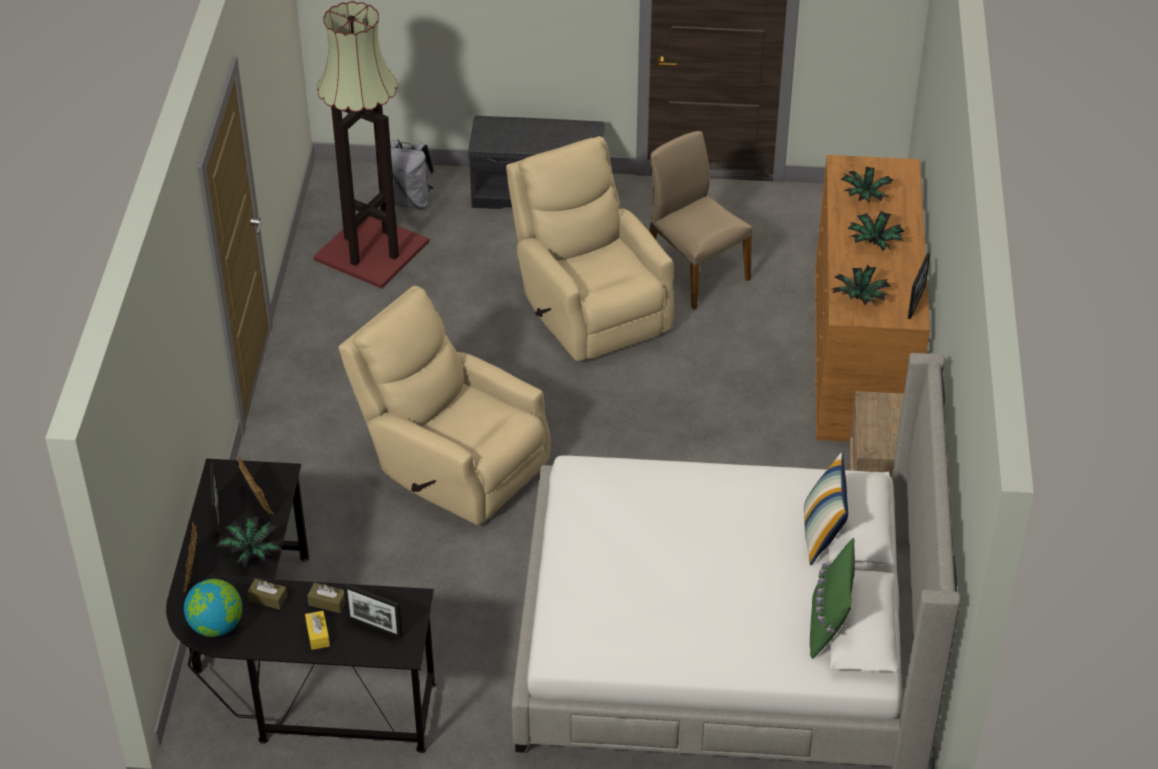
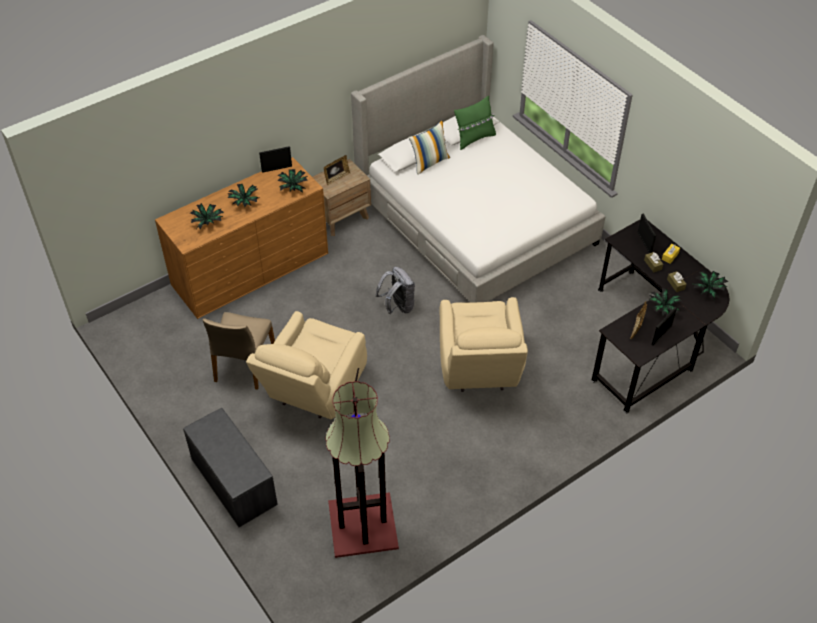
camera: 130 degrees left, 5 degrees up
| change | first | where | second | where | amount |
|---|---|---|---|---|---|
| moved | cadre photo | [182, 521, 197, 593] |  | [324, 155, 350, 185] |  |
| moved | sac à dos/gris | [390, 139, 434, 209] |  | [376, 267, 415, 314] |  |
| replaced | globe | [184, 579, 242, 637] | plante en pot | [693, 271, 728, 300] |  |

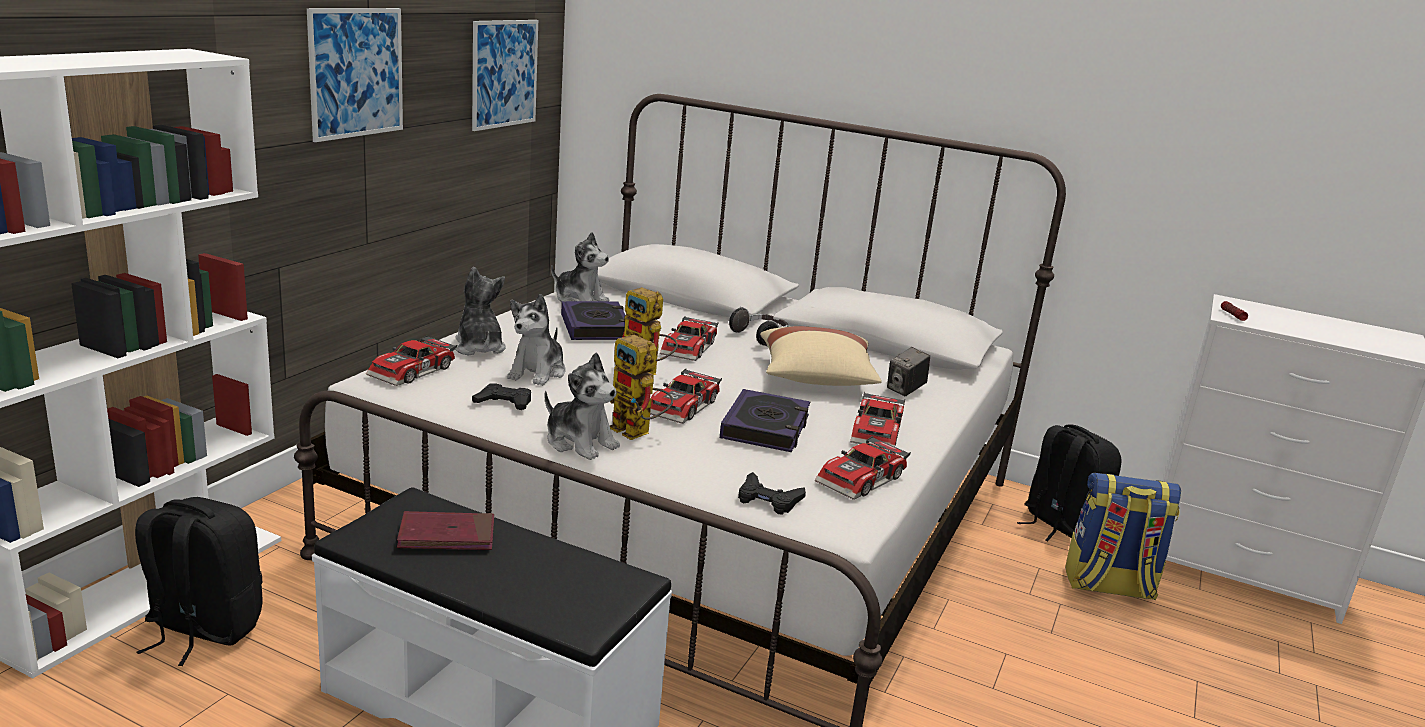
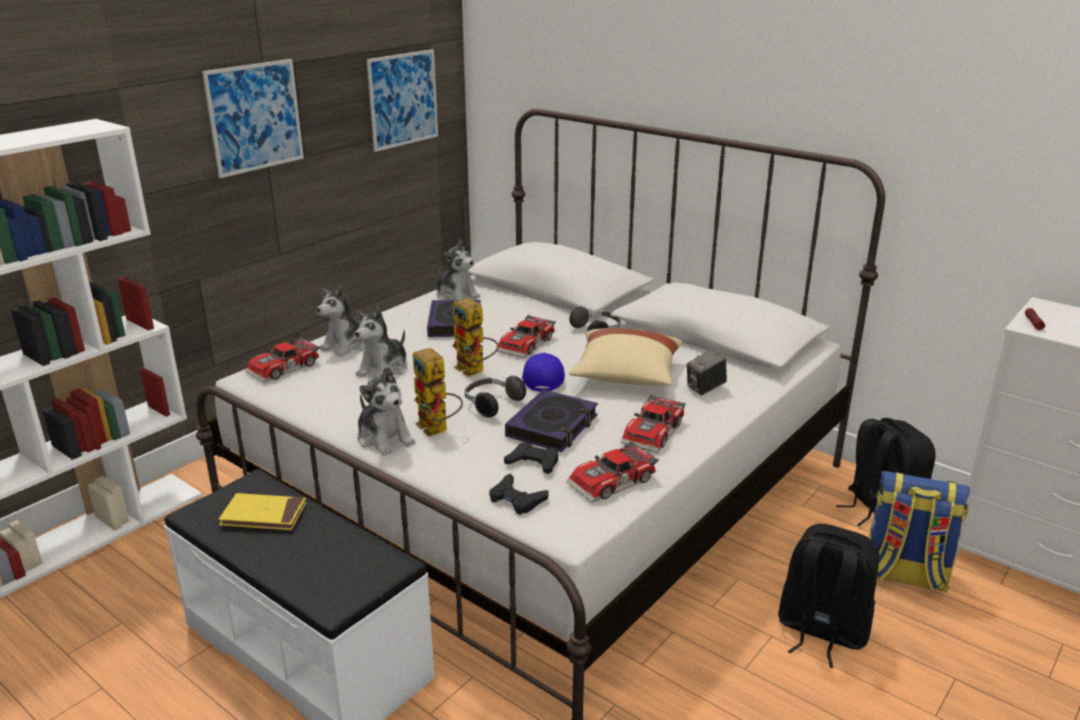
camera: 15 degrees right, 5 degrees up
| change | first | where | second | where | amount |
|---|---|---|---|---|---|
| recoloured | livre/rouge | [397, 511, 494, 550] | livre/jaune | [219, 493, 306, 530] |  |
| turned | peluche | [454, 267, 506, 356] |  | [316, 285, 371, 357] | 135 degrees counterclockwise |
| replaced | petite voiture | [650, 368, 722, 424] | casque audio | [465, 375, 526, 418] |  |
| moved | manette/noir | [472, 383, 531, 410] |  | [504, 442, 558, 474] |  |
| added |  |  | casquette/bleu | [522, 353, 565, 392] |  |
| moved | sac à dos/noir | [135, 497, 262, 666] |  | [778, 524, 879, 668] |  |

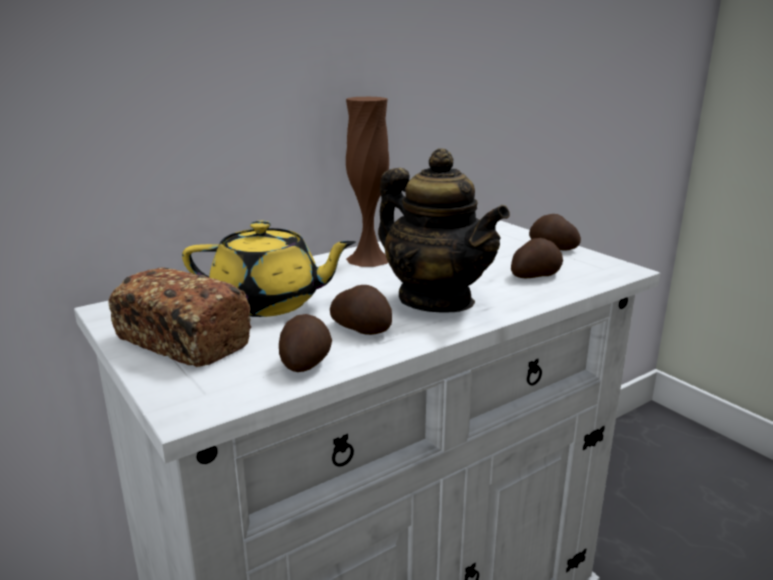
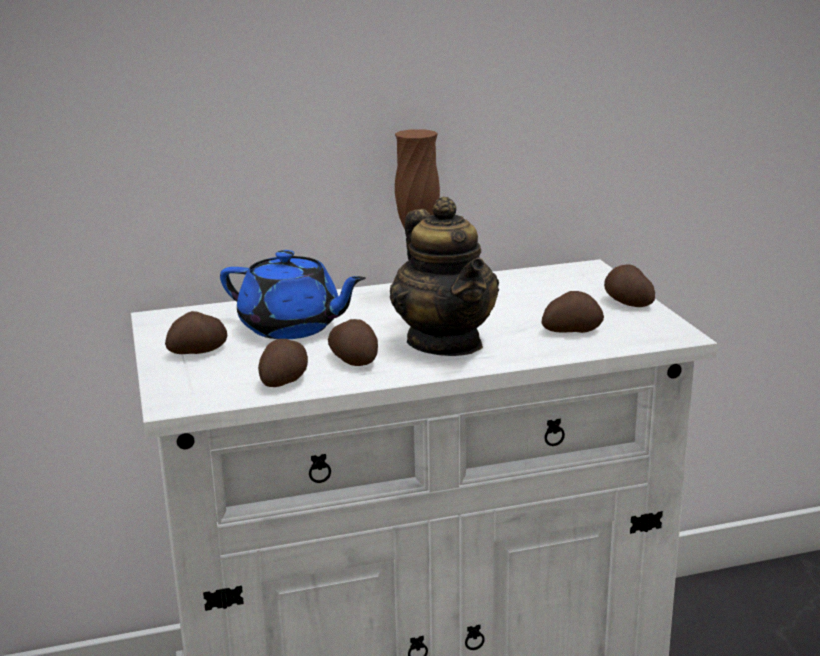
camera: 20 degrees right, 0 degrees up
| change | first | where | second | where | amount |
|---|---|---|---|---|---|
| replaced | pain | [109, 267, 251, 367] | pomme de terre | [165, 311, 227, 354] |  |
| recoloured | théière/jaune | [182, 221, 356, 317] | théière/bleu | [220, 250, 366, 339] |  |

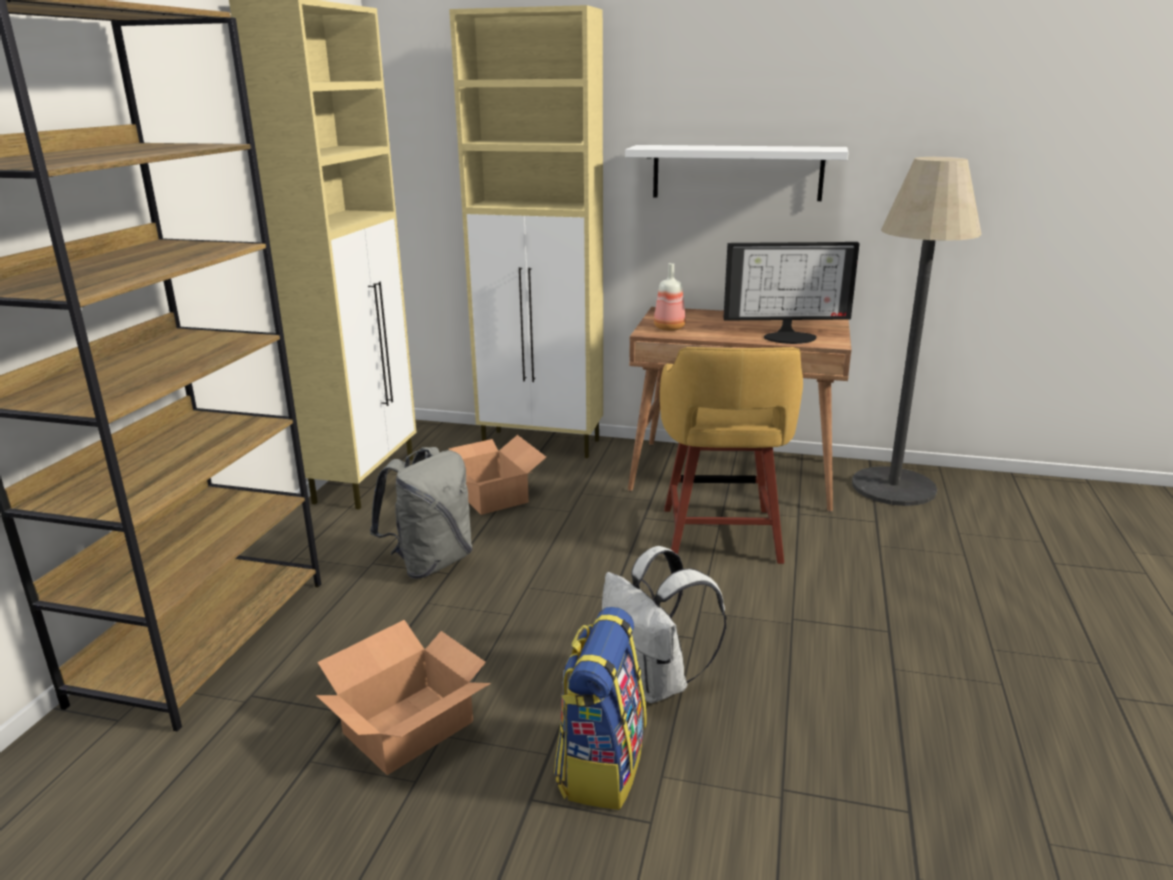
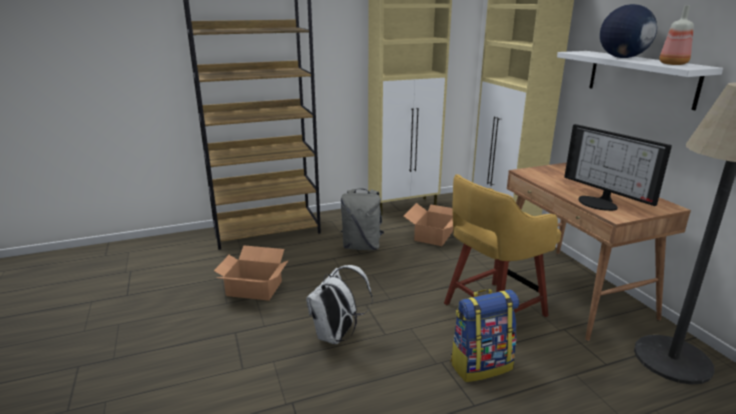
camera: 55 degrees right, 0 degrees up
| change | first | where | second | where | amount |
|---|---|---|---|---|---|
| moved | sac à dos | [554, 607, 647, 810] |  | [450, 289, 519, 382] |  |
| added |  |  | globe | [600, 4, 657, 58] |  |
| moved | bouteille | [654, 263, 686, 331] |  | [659, 5, 694, 65] |  |

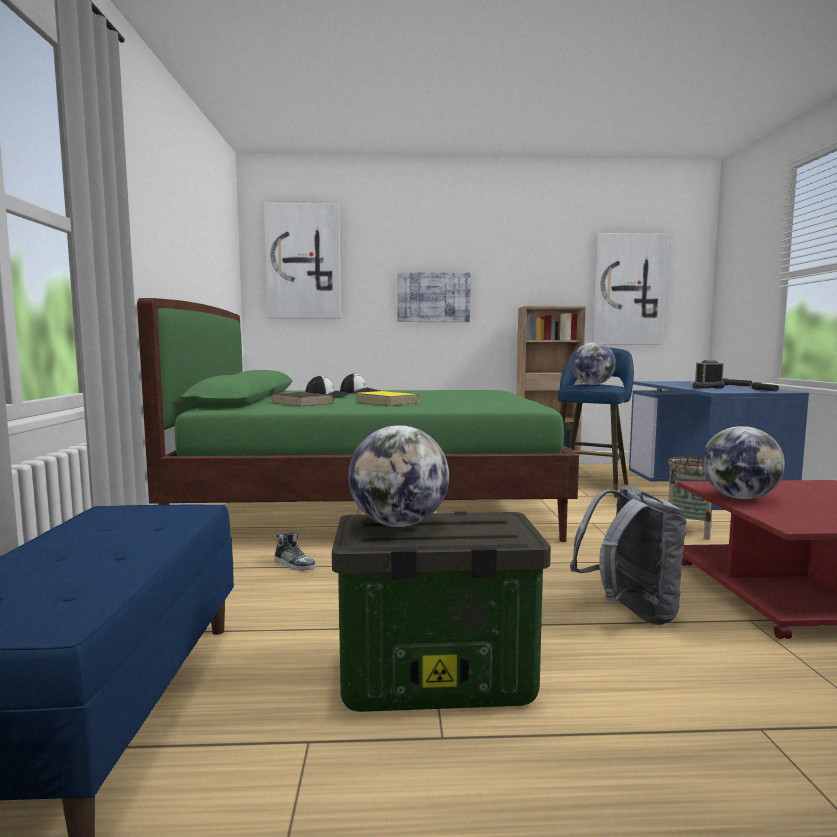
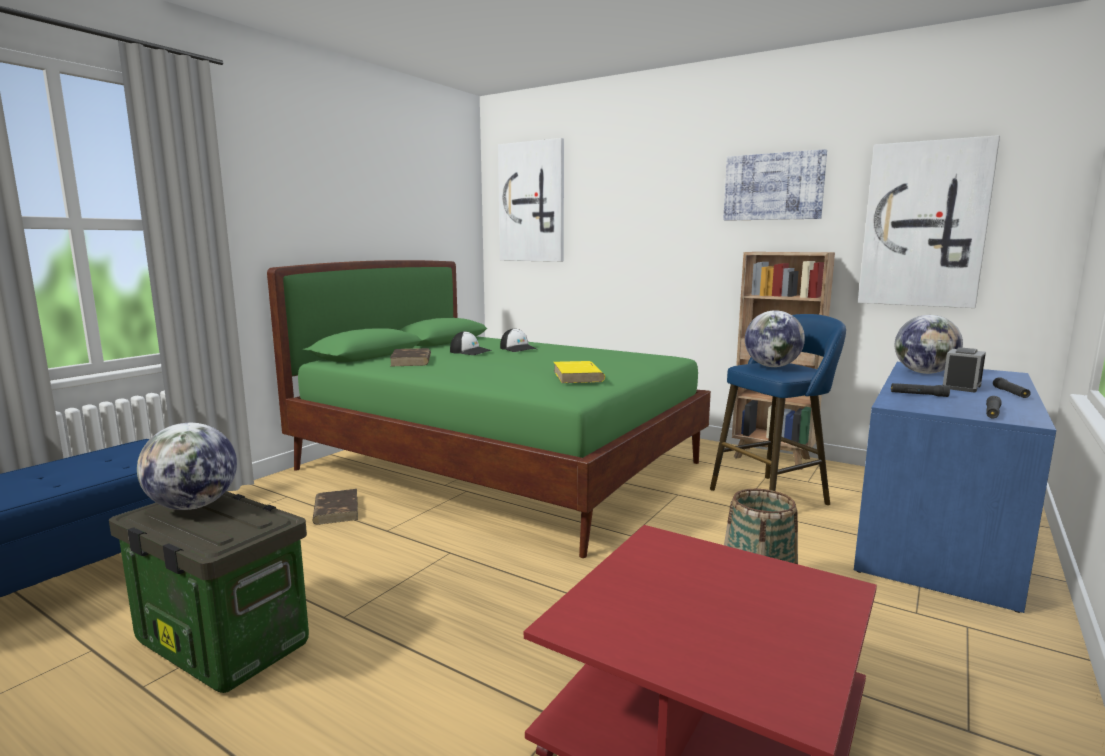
camera: 35 degrees right, 5 degrees up
| change | first | where | second | where | amount |
|---|---|---|---|---|---|
| replaced | chaussure | [275, 532, 316, 571] | livre/marron | [312, 489, 358, 525] |  |
| moved | livre/jaune | [356, 391, 420, 406] |  | [554, 361, 605, 383] |  |
| moved | tableau | [397, 272, 471, 322] |  | [723, 149, 827, 221] |  |
| moved | globe | [702, 426, 785, 499] |  | [895, 315, 963, 374] |  |
| removed | sac à dos/gris | [570, 486, 687, 625] |  |  |  |

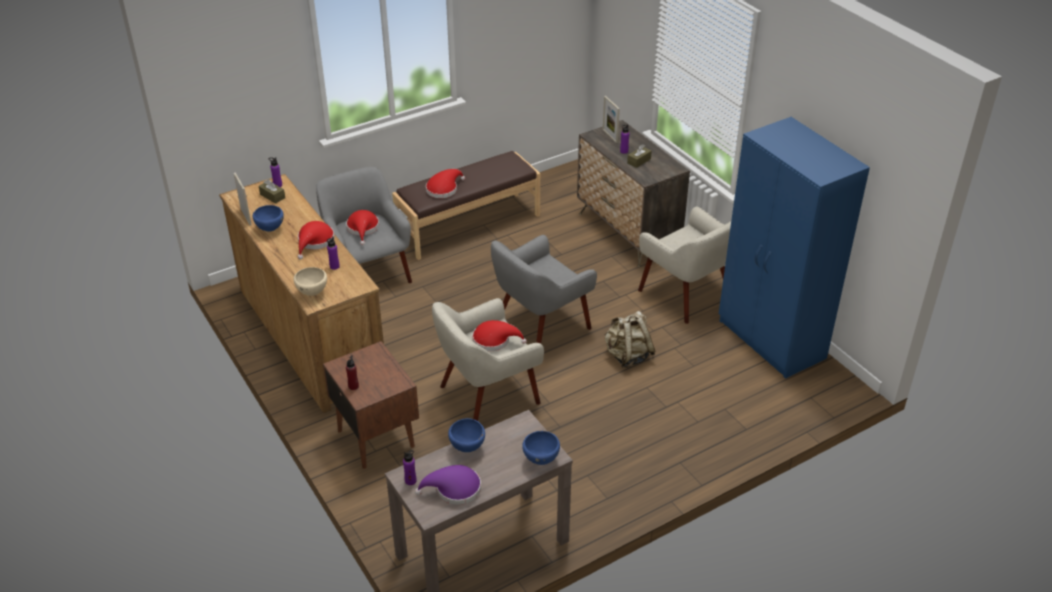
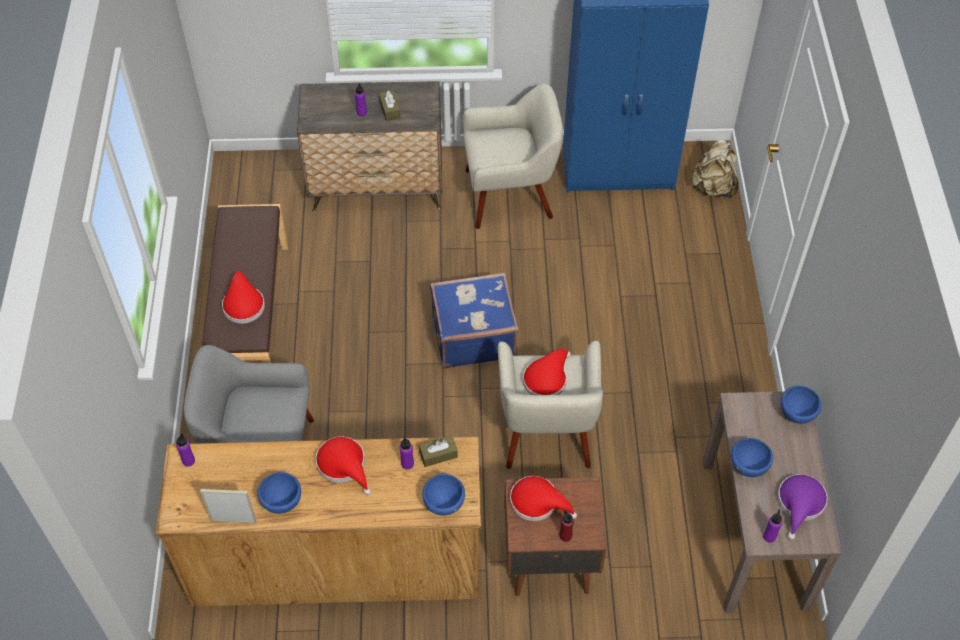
camera: 60 degrees left, 15 degrees up
| change | first | where | second | where | amount |
|---|---|---|---|---|---|
| moved | boîte à mouchoirs/marron | [259, 179, 285, 204] |  | [419, 435, 458, 467] |  |
| recoloured | bol/beige | [294, 267, 327, 296] | bol/bleu | [422, 474, 465, 515] |  |
| replaced | fauteuil/gris | [491, 235, 597, 344] | valise/bleu | [430, 272, 518, 368] |  |
| moved | chapeau/rouge | [346, 210, 379, 245] |  | [510, 476, 577, 521] |  |
| moved | sac à dos/beige | [605, 311, 655, 368] |  | [690, 139, 739, 198] |  |
| removed | cadre photo | [603, 96, 620, 143] |  |  |  |

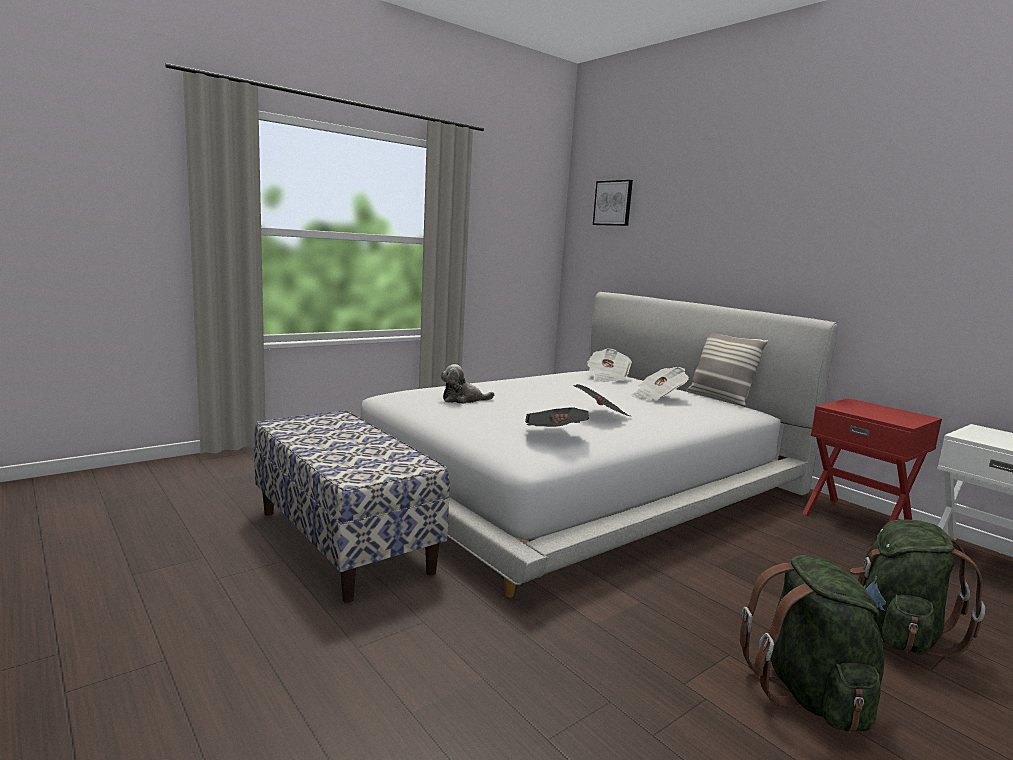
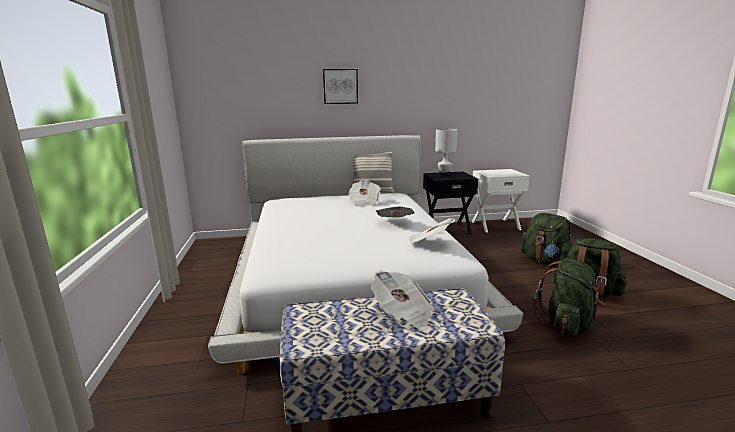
camera: 60 degrees left, 5 degrees up
| change | first | where | second | where | amount |
|---|---|---|---|---|---|
| moved | tableau | [593, 180, 633, 226] |  | [323, 69, 358, 104] |  |
| moved | journal | [587, 348, 632, 382] |  | [371, 270, 435, 330] |  |
| recoloured | table de chevet/rouge | [802, 398, 942, 522] | table de chevet/noir | [423, 172, 478, 234] |  |
| added |  |  | lampe de table/blanc | [435, 129, 458, 175] |  |
| added |  |  | sac à dos/vert | [532, 259, 605, 337] |  |
| removed | peluche | [441, 364, 494, 404] |  |  |  |

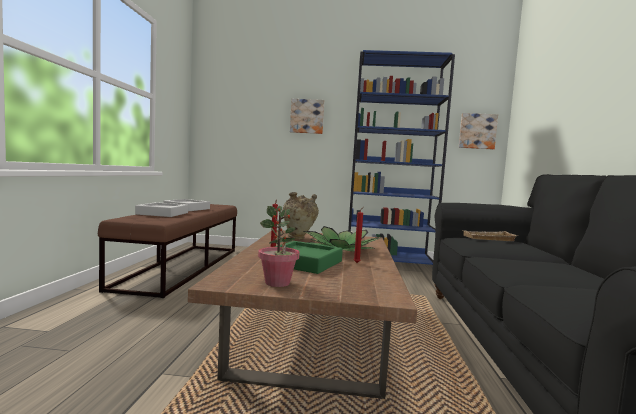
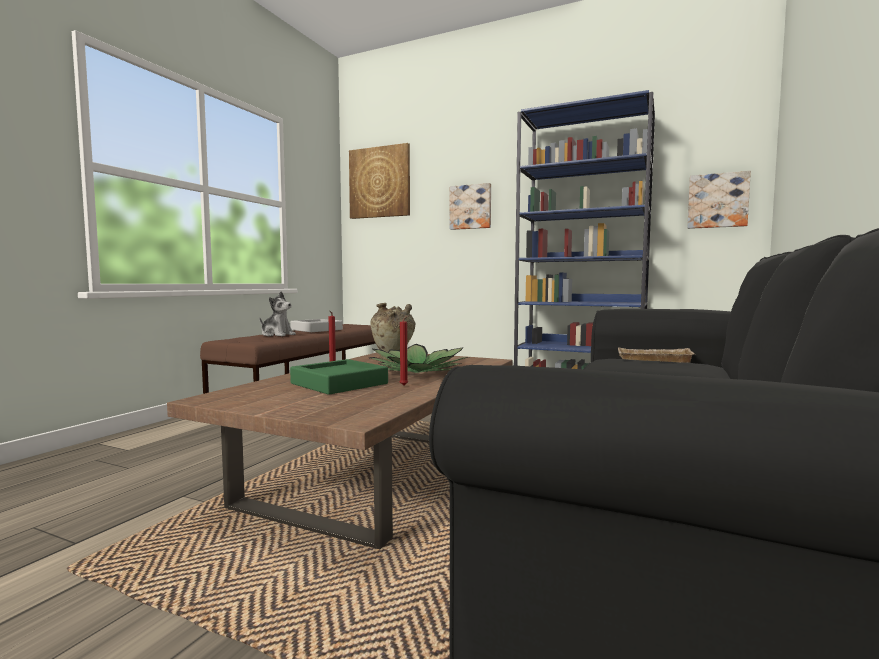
camera: 20 degrees right, 0 degrees up
| change | first | where | second | where | amount |
|---|---|---|---|---|---|
| replaced | plateau/gris | [135, 202, 188, 217] | peluche | [260, 291, 296, 336] |  |
| added |  |  | tableau | [349, 143, 410, 219] |  |
| removed | plante en pot | [258, 206, 299, 287] |  |  |  |

